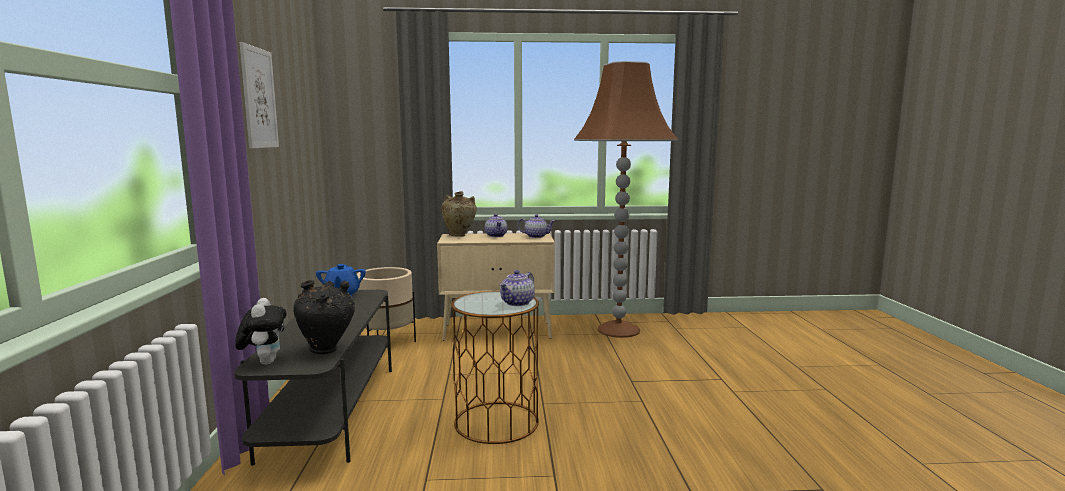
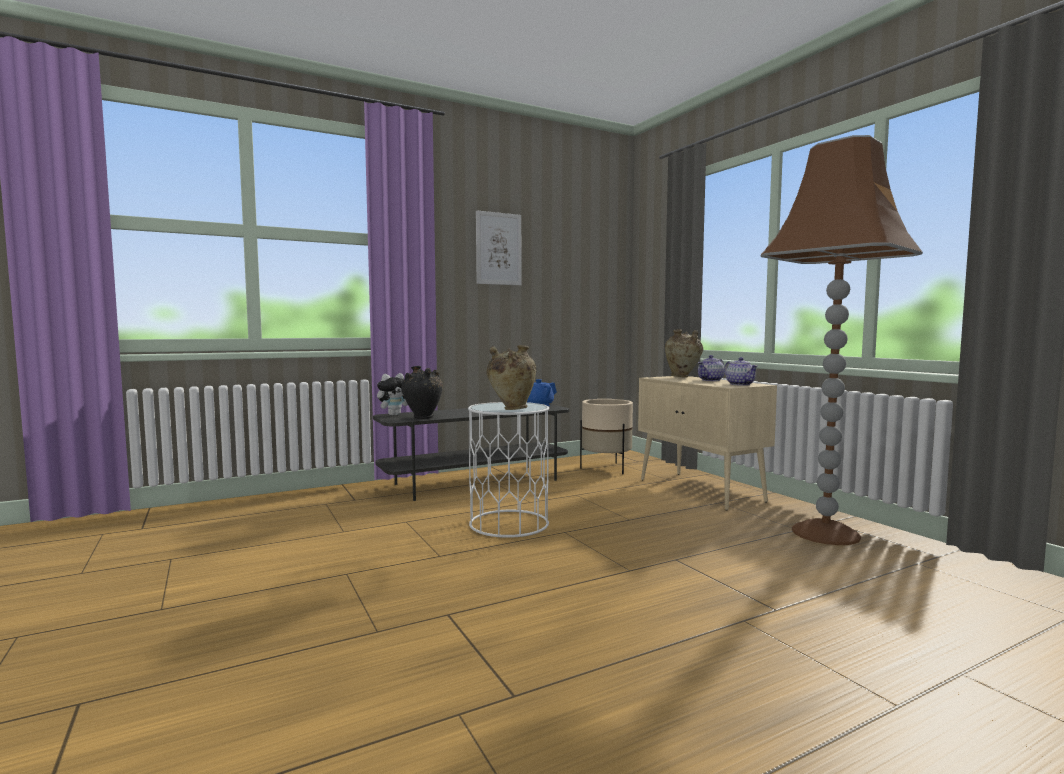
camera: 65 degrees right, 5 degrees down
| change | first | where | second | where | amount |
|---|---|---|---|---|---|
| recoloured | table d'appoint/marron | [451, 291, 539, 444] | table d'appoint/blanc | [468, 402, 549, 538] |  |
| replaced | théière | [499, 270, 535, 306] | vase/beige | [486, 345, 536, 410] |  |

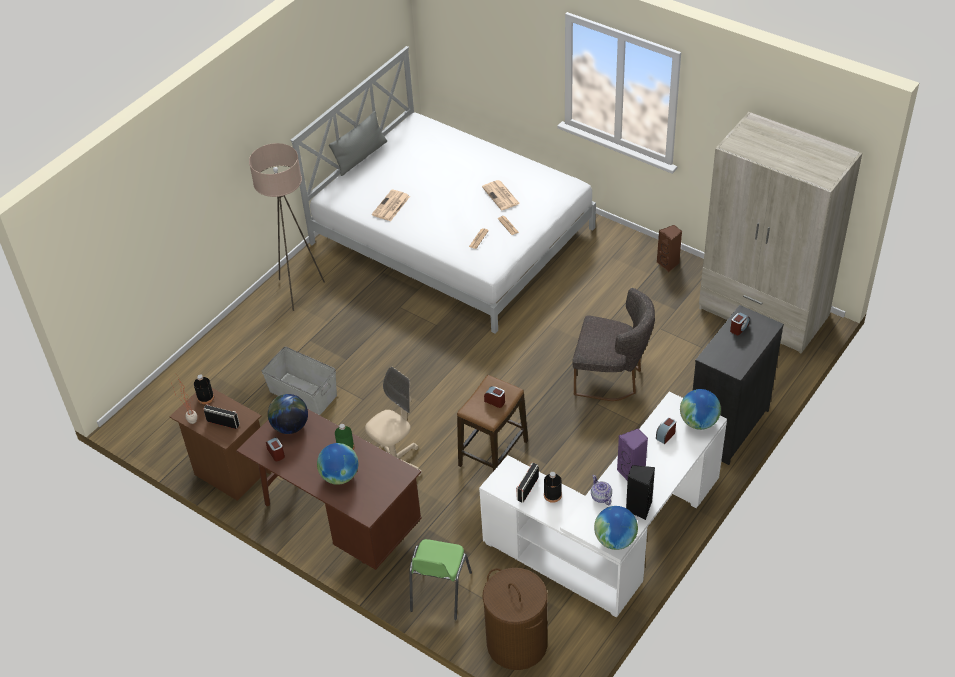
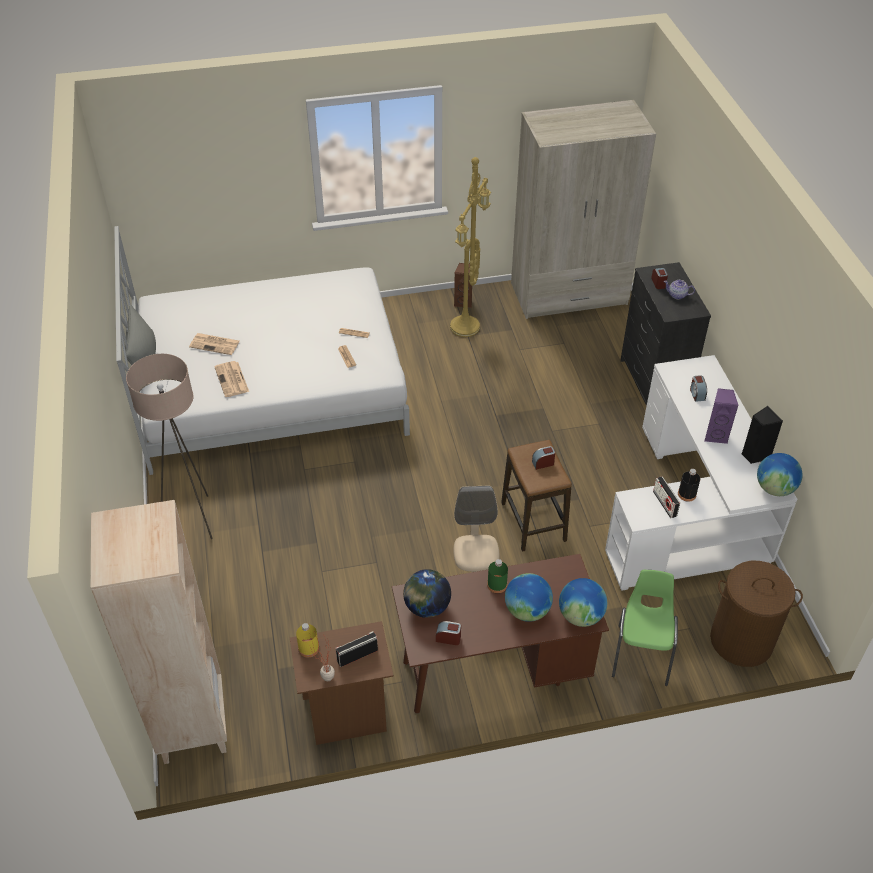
camera: 50 degrees left, 0 degrees up
| change | first | where | second | where | amount |
|---|---|---|---|---|---|
| added |  |  | bibliothèque/beige | [91, 500, 227, 764] |  |
| moved | journal | [482, 180, 520, 210] |  | [189, 333, 240, 355] |  |
| recoloured | bouteille/noir | [194, 374, 214, 404] | bouteille/jaune | [296, 623, 319, 658] |  |
| added |  |  | lampadaire/jaune | [450, 157, 491, 337] |  |
| moved | globe | [680, 389, 721, 430] |  | [559, 578, 607, 627] |  |
| turned | chaise/vert | [409, 539, 472, 620] |  | [612, 570, 678, 686] | 135 degrees counterclockwise |
| moved | théière | [591, 475, 612, 505] |  | [664, 280, 695, 299] |  |
| removed | boîte de rangement/gris | [262, 347, 337, 415] |  |  |  |
| removed | chaise/gris | [572, 288, 655, 401] |  |  |  |

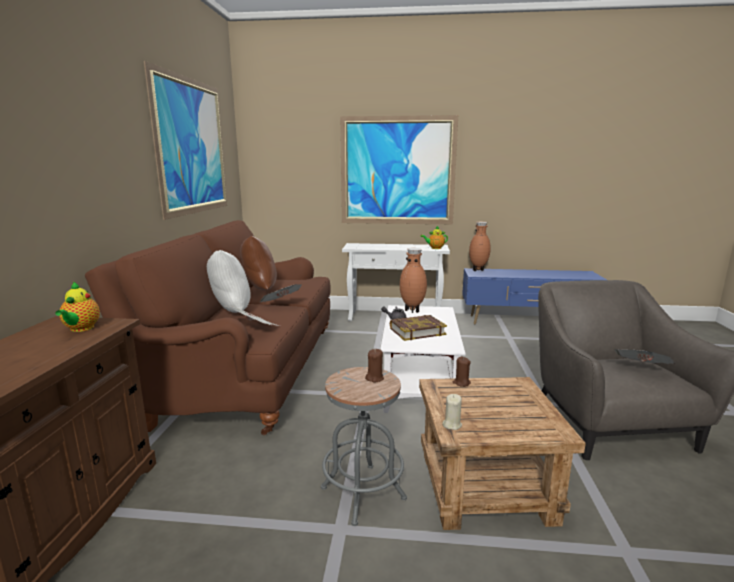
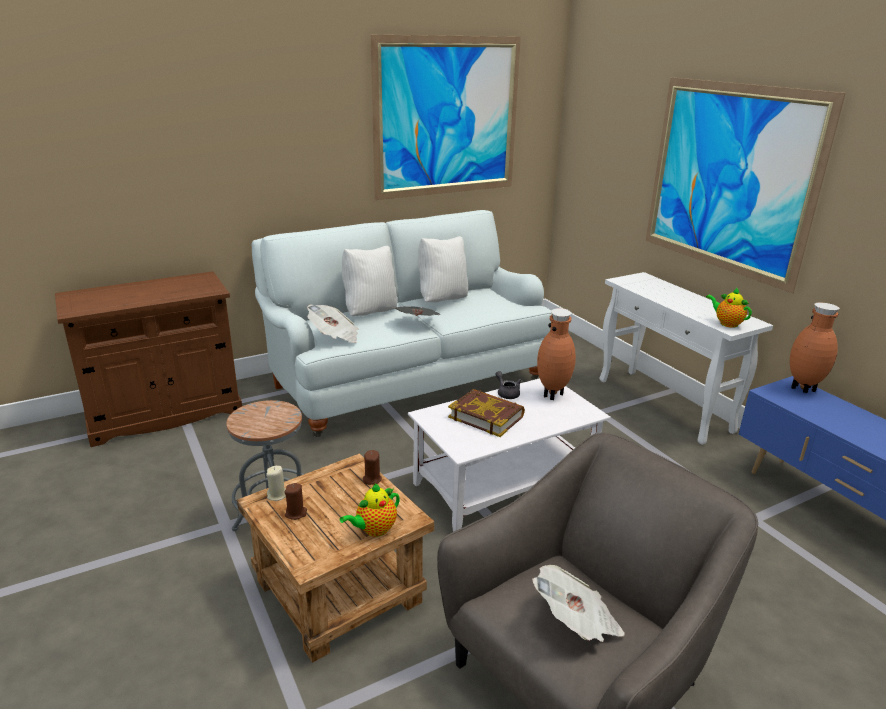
camera: 55 degrees right, 10 degrees up
| change | first | where | second | where | amount |
|---|---|---|---|---|---|
| recoloured | canapé/marron | [85, 220, 331, 435] | canapé/blanc | [252, 210, 552, 437] |  |
| moved | bougie/marron | [365, 349, 384, 382] |  | [284, 483, 307, 520] |  |
| moved | théière | [55, 282, 100, 332] |  | [340, 483, 400, 537] |  |
| recoloured | coussin/marron | [240, 235, 277, 290] | coussin/blanc | [418, 236, 468, 302] |  |

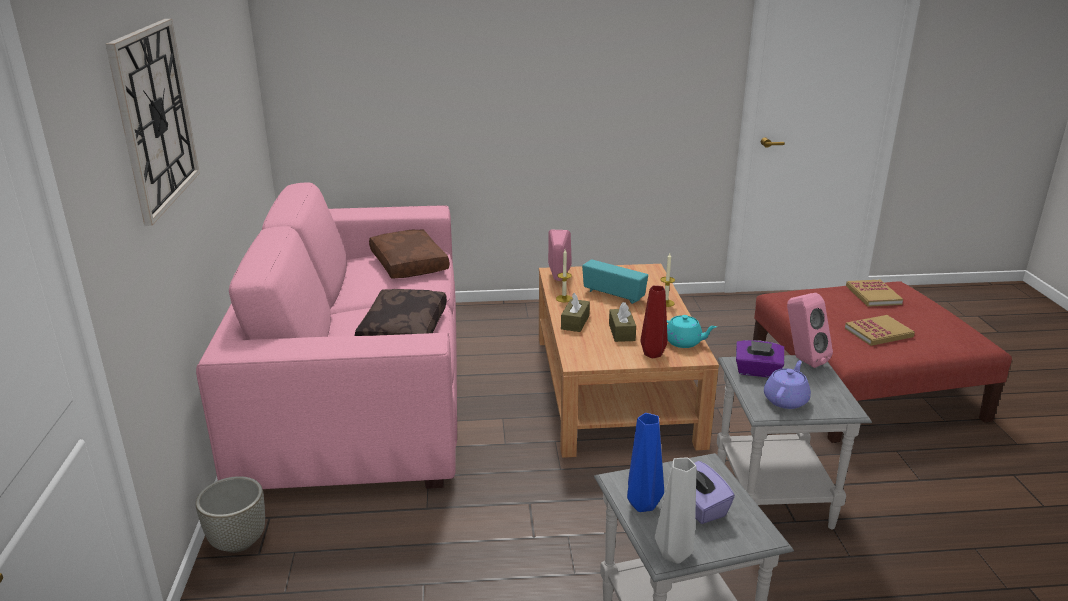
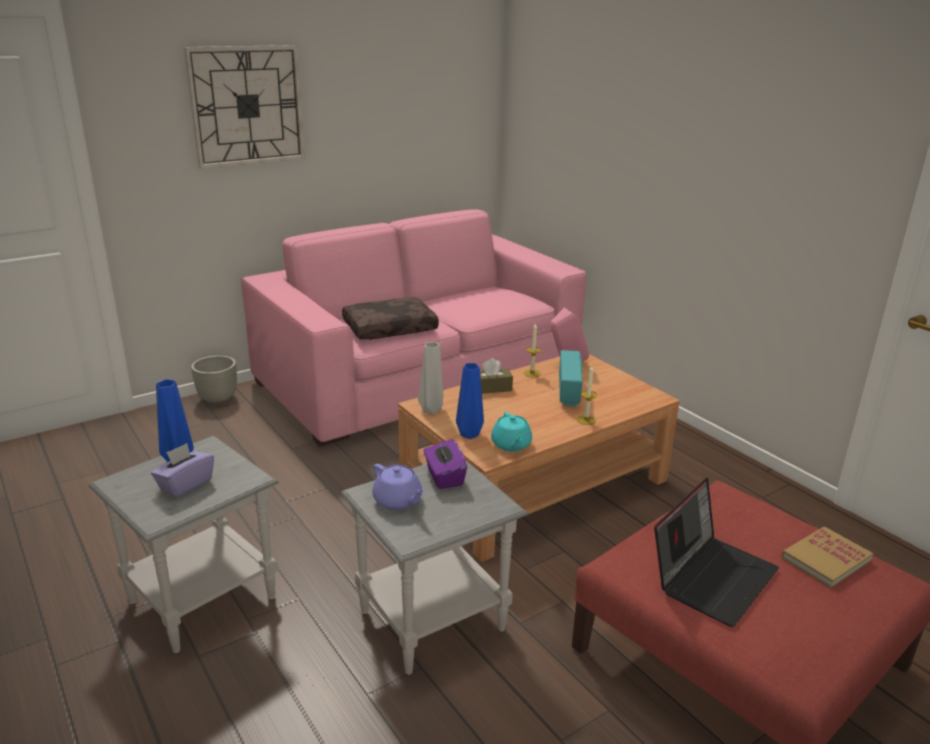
camera: 60 degrees right, 0 degrees up
| change | first | where | second | where | amount |
|---|---|---|---|---|---|
| turned | théière/violet | [764, 360, 811, 409] |  | [372, 464, 425, 510] | 45 degrees clockwise |
| moved | vase/gris | [655, 458, 696, 564] |  | [418, 342, 444, 414] |  |
| recoloured | vase/rouge | [641, 285, 668, 358] | vase/bleu | [456, 363, 484, 439] |  |
| replaced | livre | [845, 315, 915, 346] | ordinateur portable | [654, 478, 779, 627] |  |
| removed | coussin/marron | [369, 229, 450, 279] |  |  |  |
| removed | boîte à mouchoirs/marron | [609, 302, 636, 342] |  |  |  |
| removed | enceinte/rose | [787, 293, 833, 368] |  |  |  |

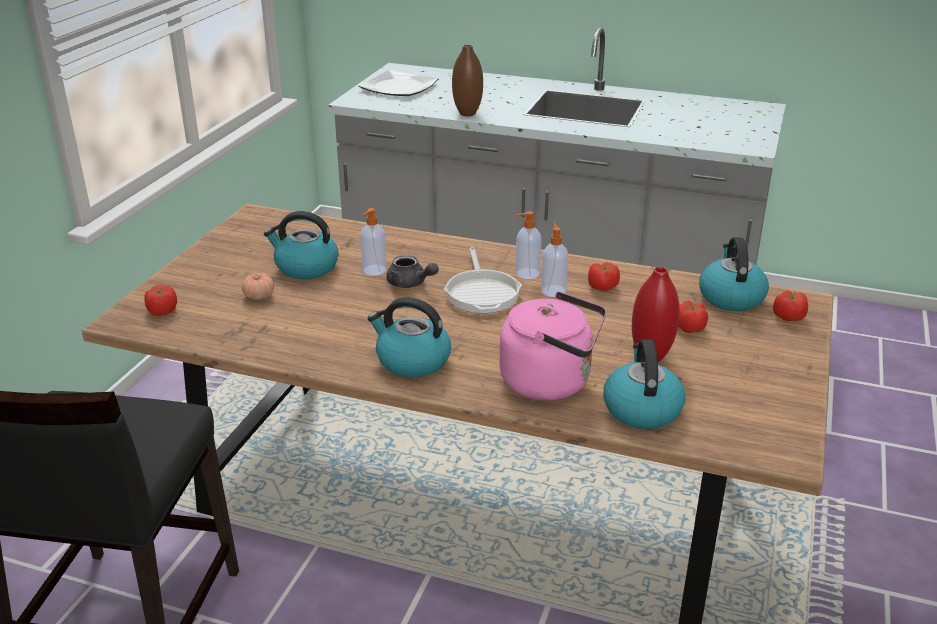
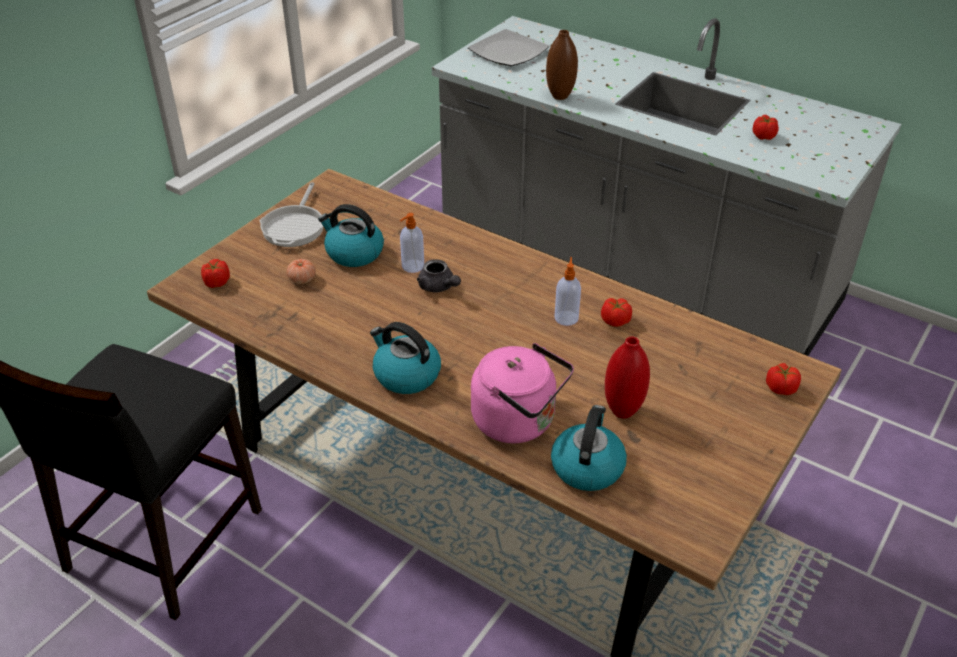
camera: 15 degrees right, 10 degrees up
| change | first | where | second | where | amount |
|---|---|---|---|---|---|
| moved | poêle | [444, 247, 522, 313] |  | [260, 182, 323, 247] |  |
| moved | tomate | [678, 300, 708, 333] |  | [753, 115, 779, 140] |  |
| removed | distributeur de savon | [516, 211, 541, 279] |  |  |  |
| removed | bouilloire | [699, 237, 769, 311] |  |  |  |

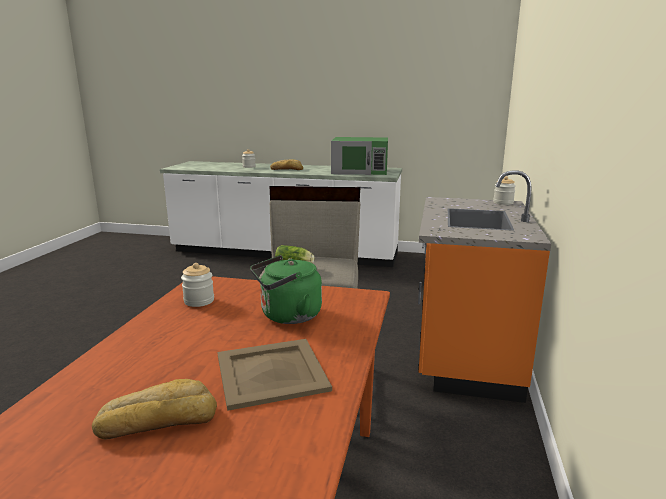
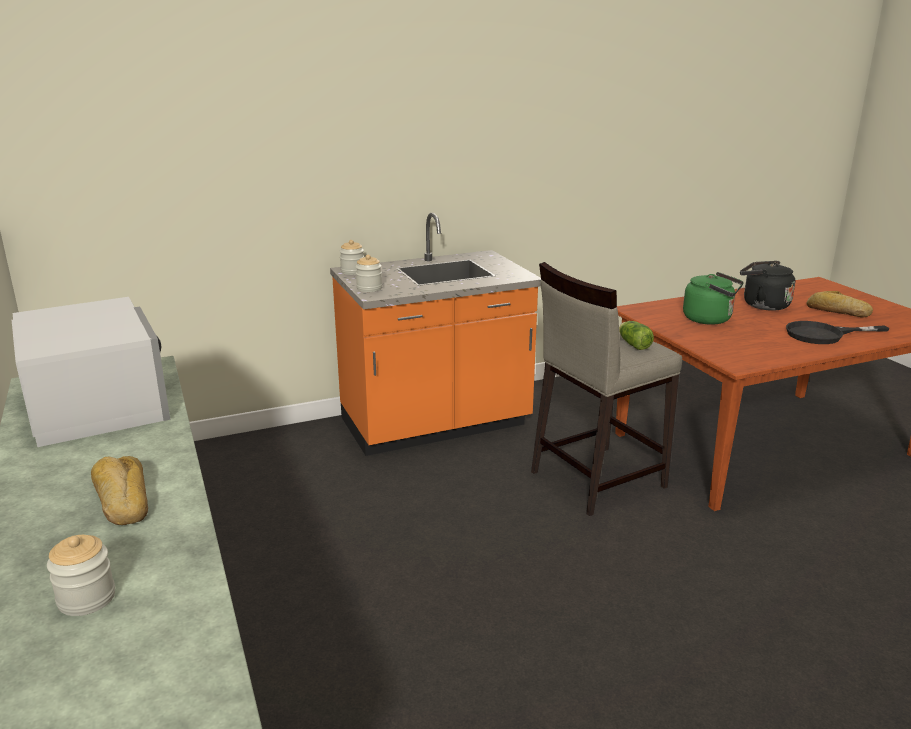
camera: 125 degrees left, 5 degrees up
| change | first | where | second | where | amount |
|---|---|---|---|---|---|
| recoloured | micro-ondes/vert | [331, 137, 388, 175] | micro-ondes/blanc | [12, 297, 170, 447] |  |
| moved | bocal | [181, 263, 214, 307] |  | [355, 255, 382, 292] |  |
| replaced | plateau/beige | [217, 339, 332, 411] | bouilloire/noir | [740, 261, 795, 311] |  |
| added |  |  | poêle/noir | [786, 321, 890, 344] |  |

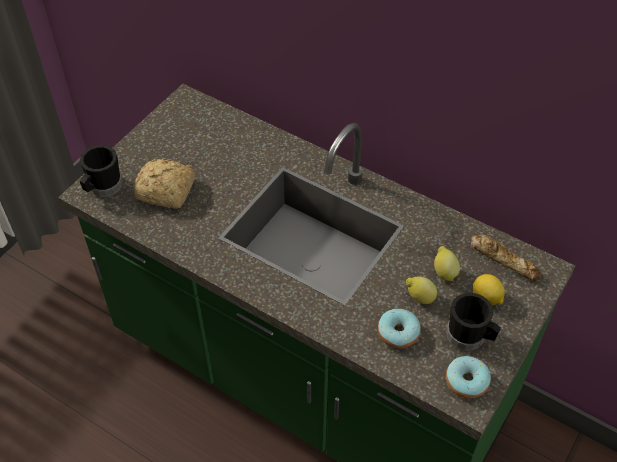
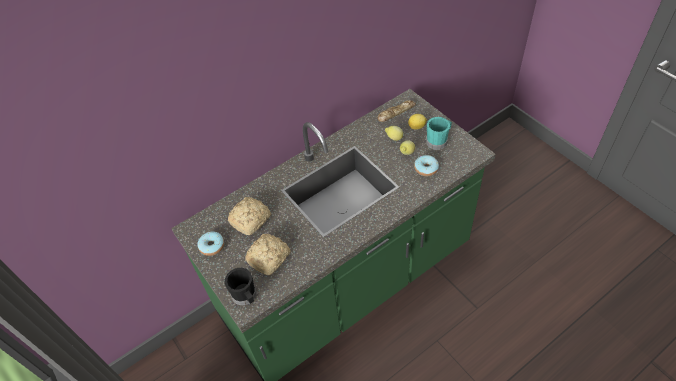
camera: 65 degrees left, 0 degrees up
| change | first | where | second | where | amount |
|---|---|---|---|---|---|
| moved | beignet | [446, 356, 491, 399] |  | [197, 232, 224, 256] |  |
| added |  |  | pain | [228, 197, 271, 235] |  |
| recoloured | mug/noir | [446, 293, 501, 351] | mug/turquoise | [426, 117, 452, 150] |  |

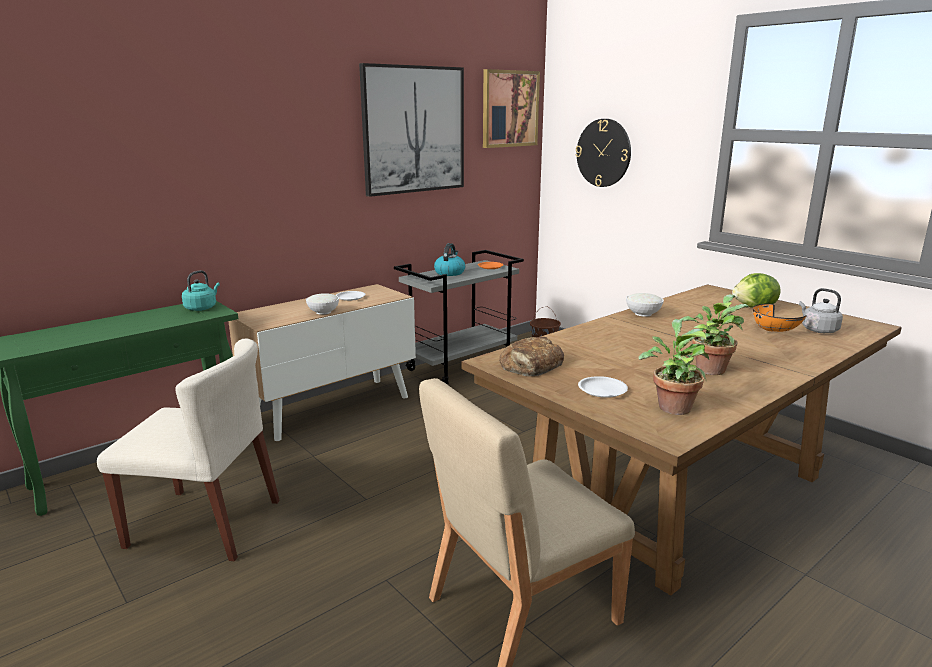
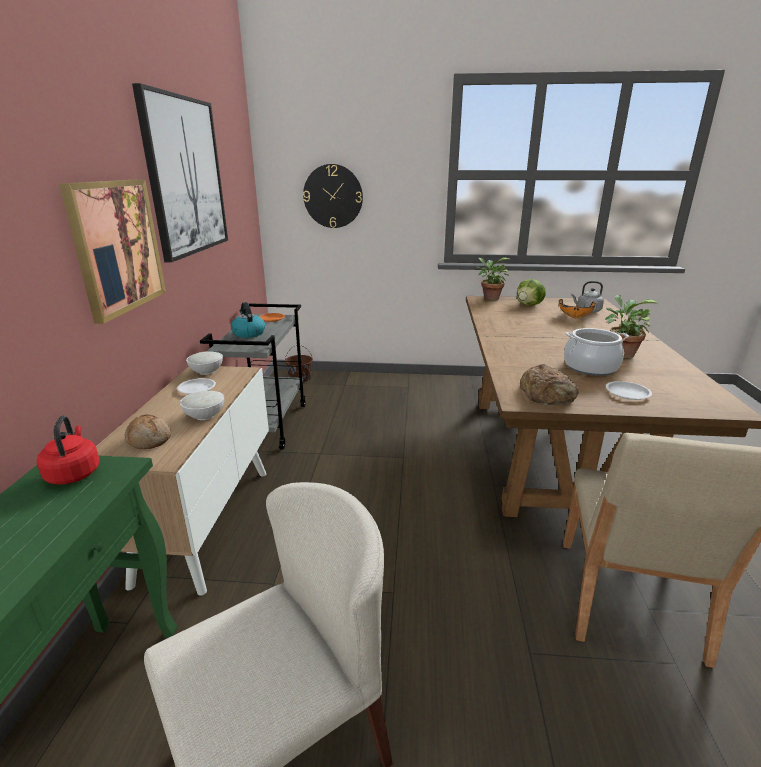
camera: 45 degrees left, 5 degrees up
| change | first | where | second | where | amount |
|---|---|---|---|---|---|
| recoloured | bouilloire/turquoise | [182, 270, 220, 311] | bouilloire/rouge | [37, 416, 99, 485] |  |
| moved | tableau | [483, 69, 540, 148] |  | [59, 179, 166, 324] |  |
| added |  |  | pain | [125, 414, 171, 449] |  |
| moved | bol/blanc | [626, 293, 664, 317] |  | [186, 351, 223, 375] |  |
| moved | plante en pot | [638, 319, 709, 415] |  | [477, 257, 511, 301] |  |
| added |  |  | marmite | [564, 328, 629, 376] |  |

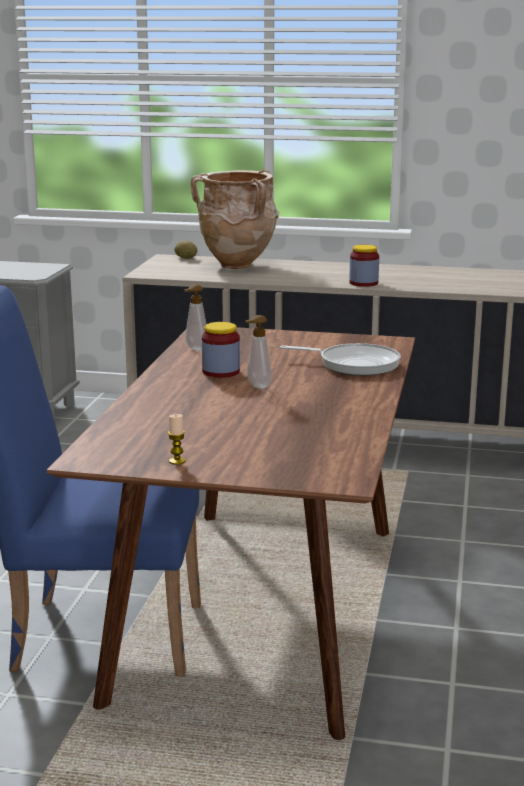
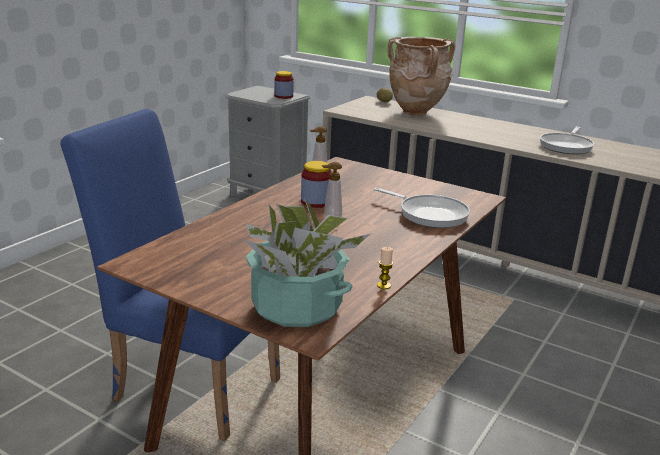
camera: 20 degrees right, 5 degrees up
| change | first | where | second | where | amount |
|---|---|---|---|---|---|
| added |  |  | plante en pot | [245, 198, 370, 327] |  |
| moved | bocal | [349, 245, 379, 287] |  | [274, 71, 294, 99] |  |
| moved | bougie | [168, 414, 186, 465] |  | [377, 247, 393, 289] |  |
| added |  |  | poêle | [540, 127, 594, 154] |  |

